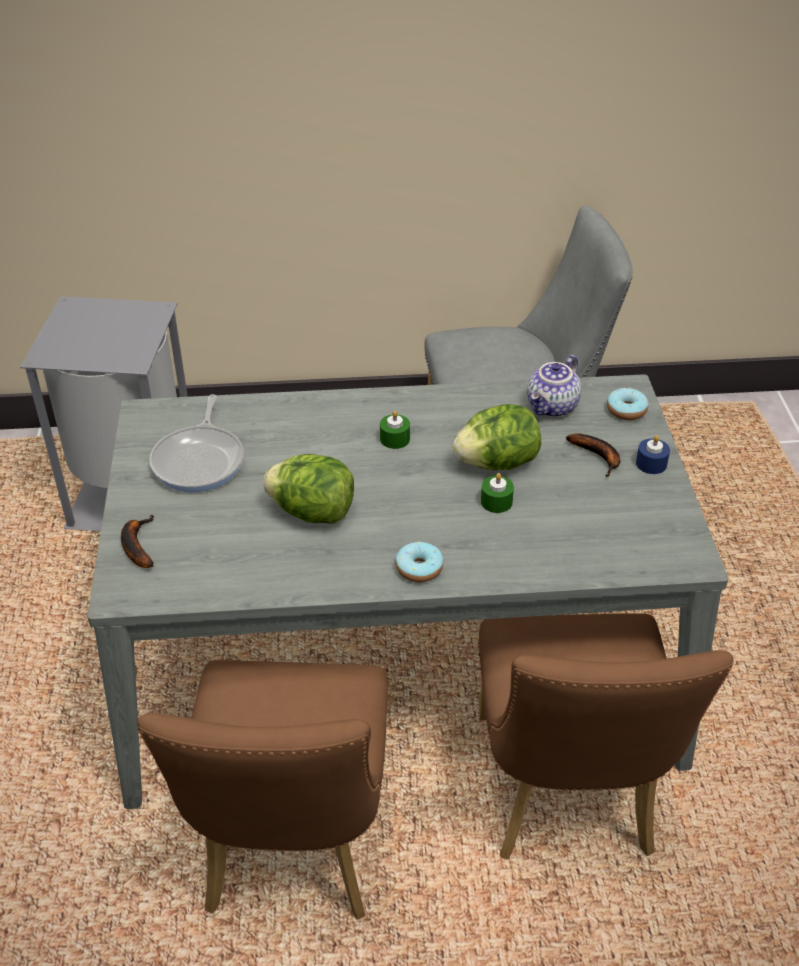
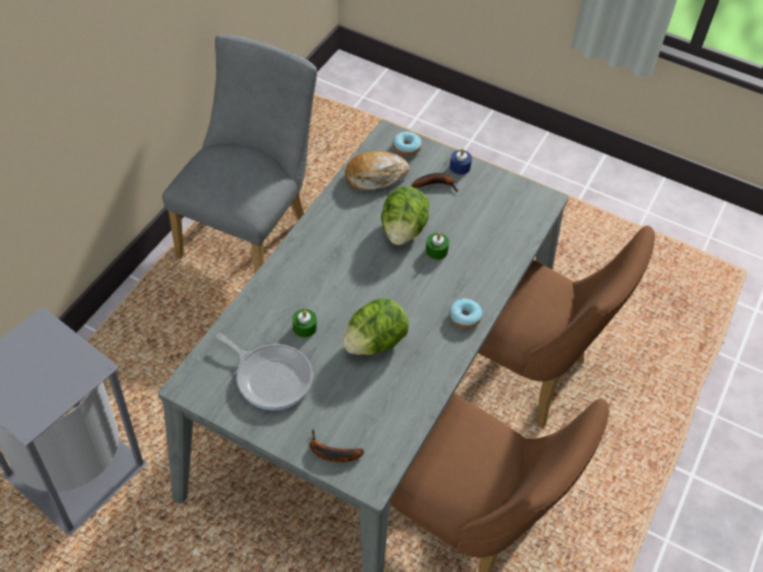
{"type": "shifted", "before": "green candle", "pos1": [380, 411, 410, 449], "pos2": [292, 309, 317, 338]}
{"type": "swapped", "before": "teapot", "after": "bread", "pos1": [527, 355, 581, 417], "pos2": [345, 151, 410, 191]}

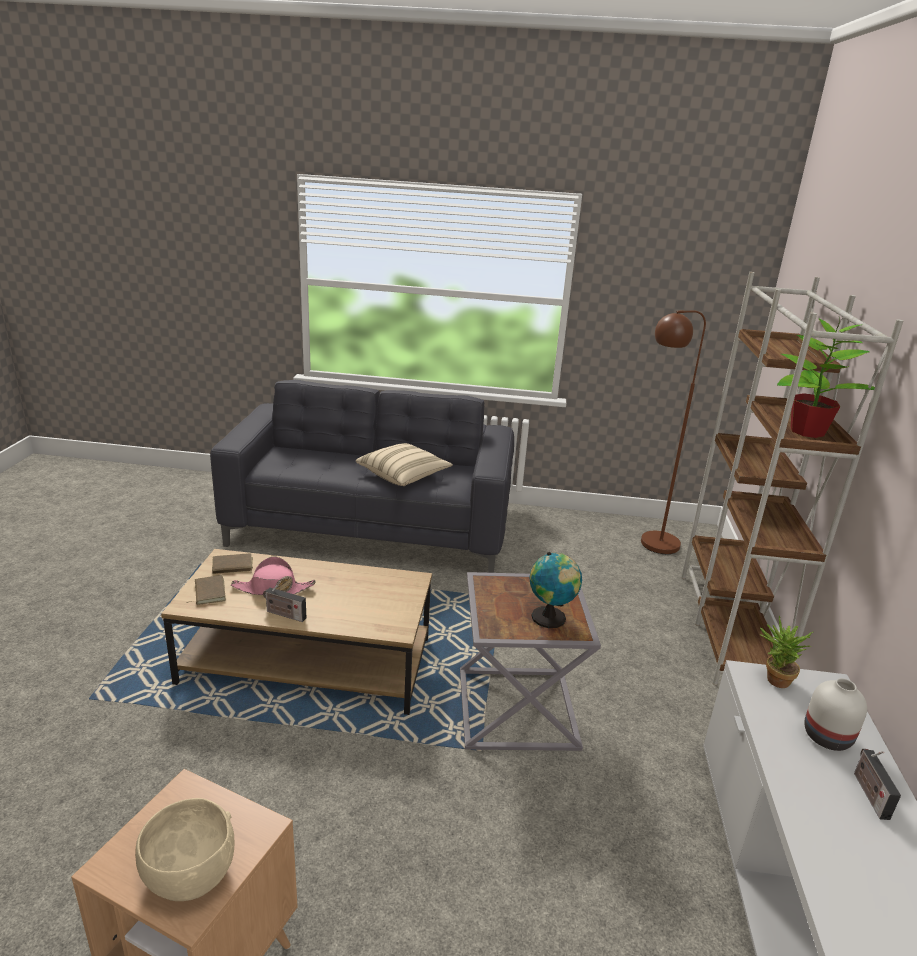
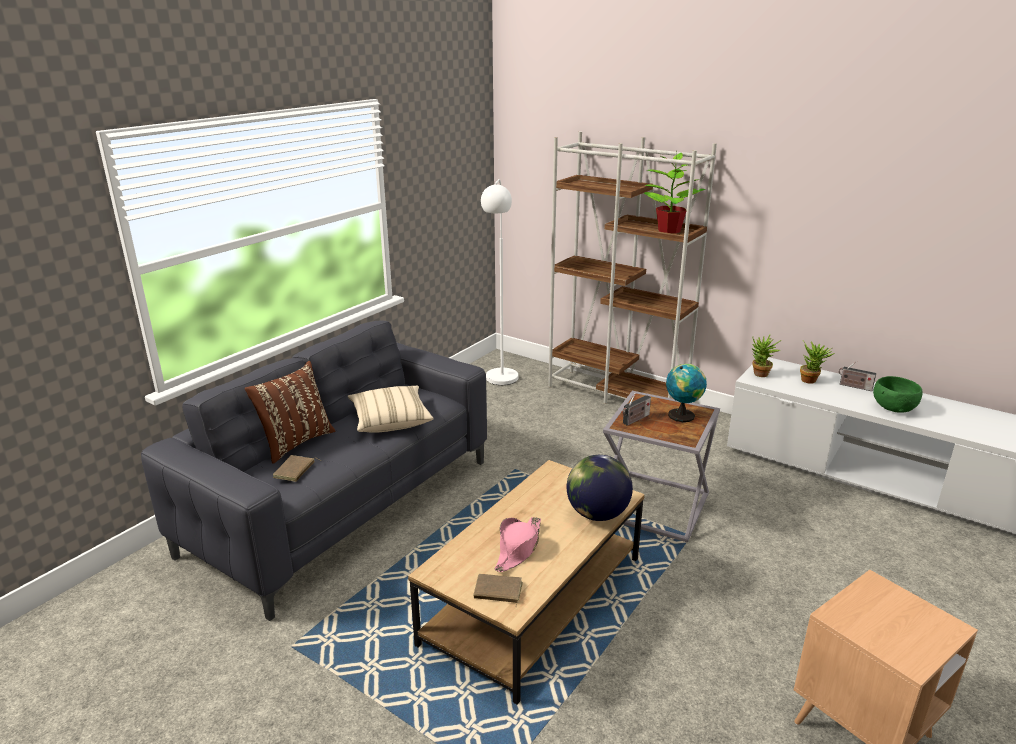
{"type": "gone", "before": "beige bowl", "pos1": [135, 798, 234, 901]}
{"type": "new", "after": "brown pillow", "pos2": [244, 361, 335, 464]}
{"type": "new", "after": "globe", "pos2": [567, 455, 633, 521]}
{"type": "new", "after": "green bowl", "pos2": [873, 376, 922, 413]}
{"type": "shifted", "before": "brown book", "pos1": [212, 553, 253, 574], "pos2": [273, 455, 322, 482]}
{"type": "shifted", "before": "radio", "pos1": [263, 581, 306, 622], "pos2": [623, 393, 651, 426]}
{"type": "swapped", "before": "white vase", "after": "potted plant", "pos1": [804, 678, 867, 751], "pos2": [800, 340, 834, 384]}
{"type": "repainted", "before": "brown floor lamp", "after": "white floor lamp", "pos1": [641, 310, 706, 554], "pos2": [481, 179, 518, 385]}

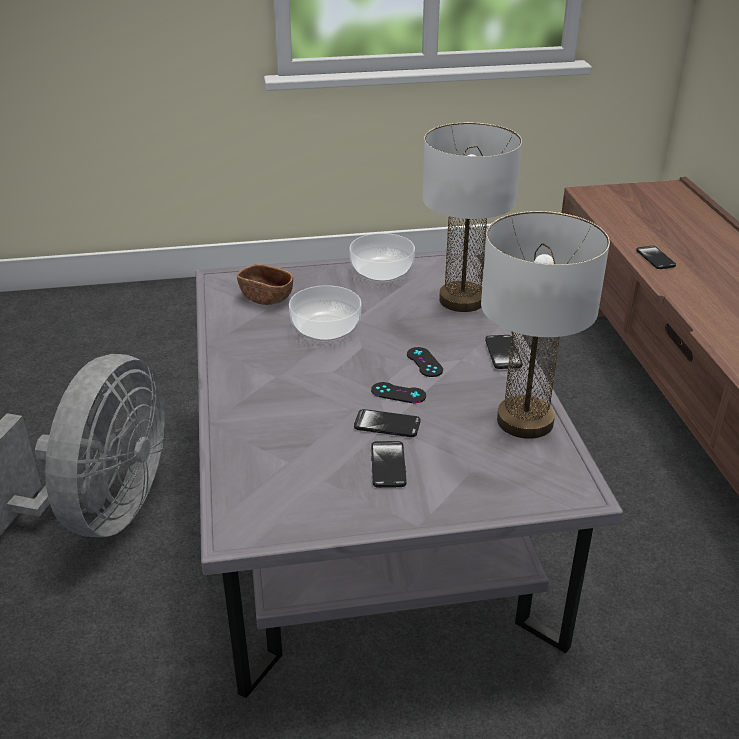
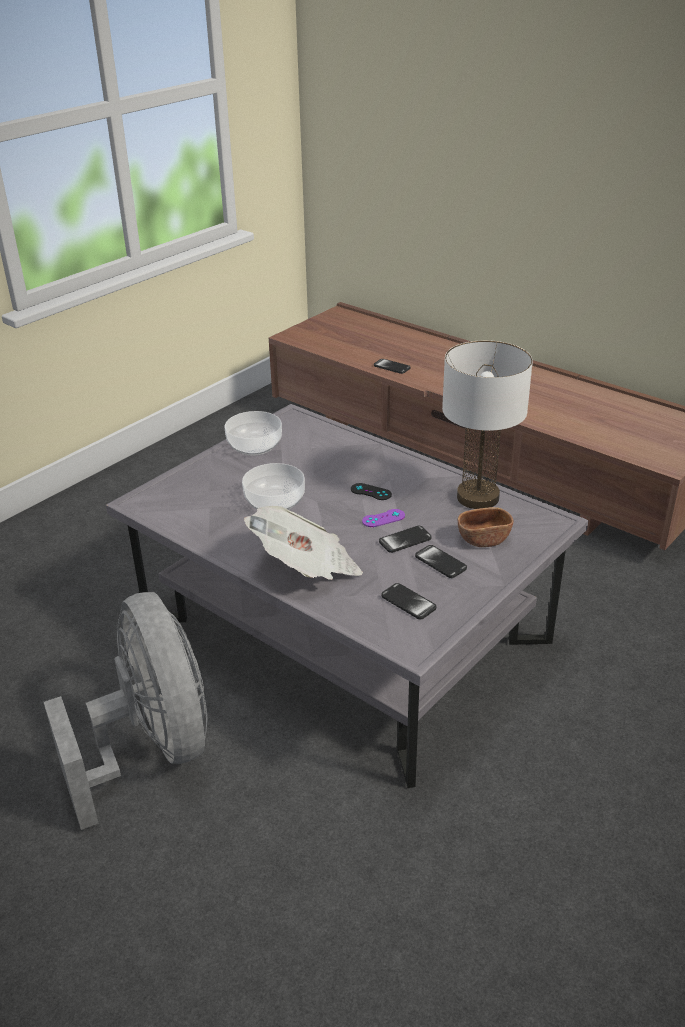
{"type": "gone", "before": "table lamp", "pos1": [422, 122, 522, 312]}
{"type": "new", "after": "newspaper", "pos2": [244, 506, 363, 580]}
{"type": "shifted", "before": "brown bowl", "pos1": [237, 264, 293, 305], "pos2": [458, 507, 514, 547]}
{"type": "shifted", "before": "phone", "pos1": [485, 335, 522, 369], "pos2": [381, 583, 436, 619]}
{"type": "repainted", "before": "black game controller", "after": "purple game controller", "pos1": [371, 382, 426, 404], "pos2": [362, 509, 405, 527]}

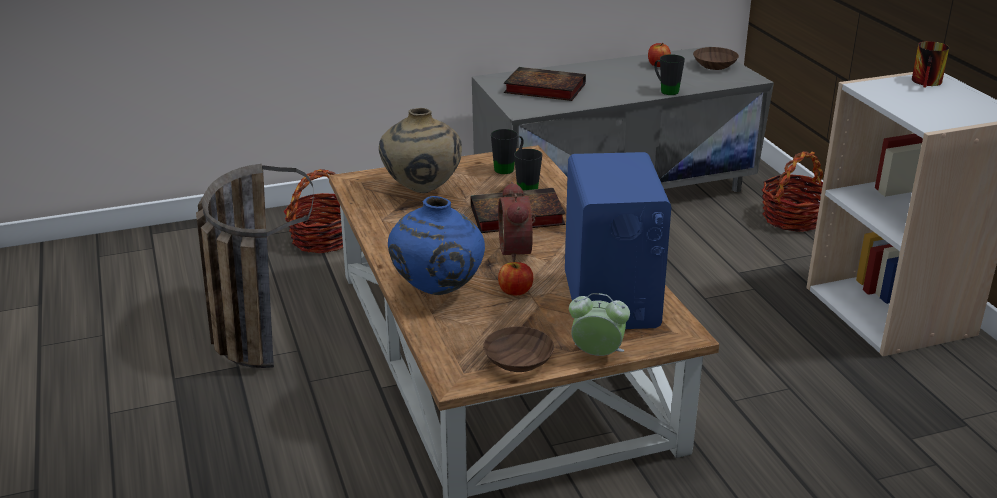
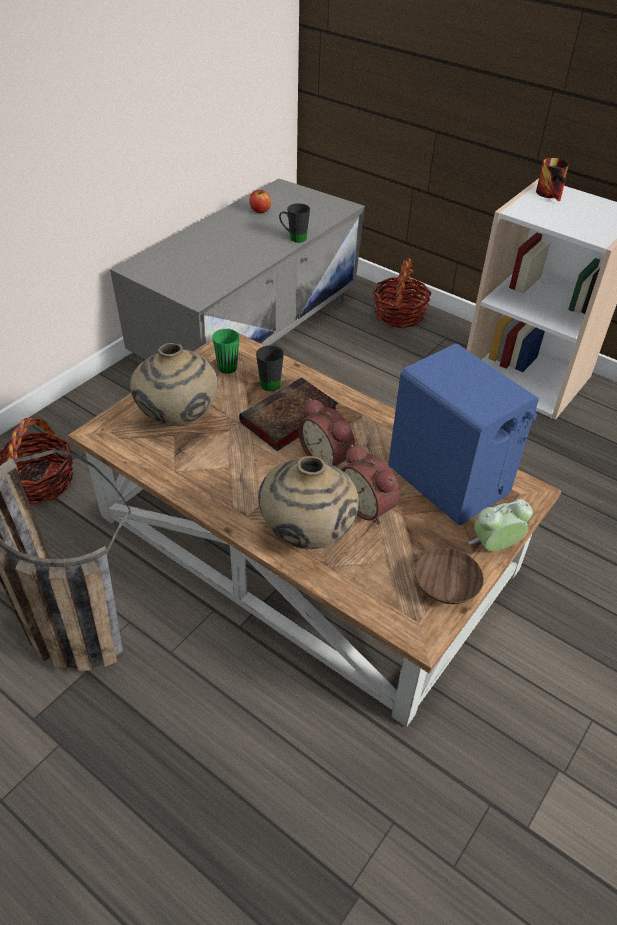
{"type": "gone", "before": "book", "pos1": [504, 67, 586, 101]}
{"type": "gone", "before": "brown bowl", "pos1": [693, 47, 739, 70]}
{"type": "swapped", "before": "apple", "after": "alarm clock", "pos1": [498, 262, 533, 296], "pos2": [341, 445, 400, 524]}
{"type": "repainted", "before": "blue vase", "after": "beige vase", "pos1": [388, 196, 485, 295], "pos2": [258, 456, 359, 549]}
{"type": "repainted", "before": "black mug", "after": "green mug", "pos1": [491, 129, 524, 174], "pos2": [212, 329, 239, 374]}

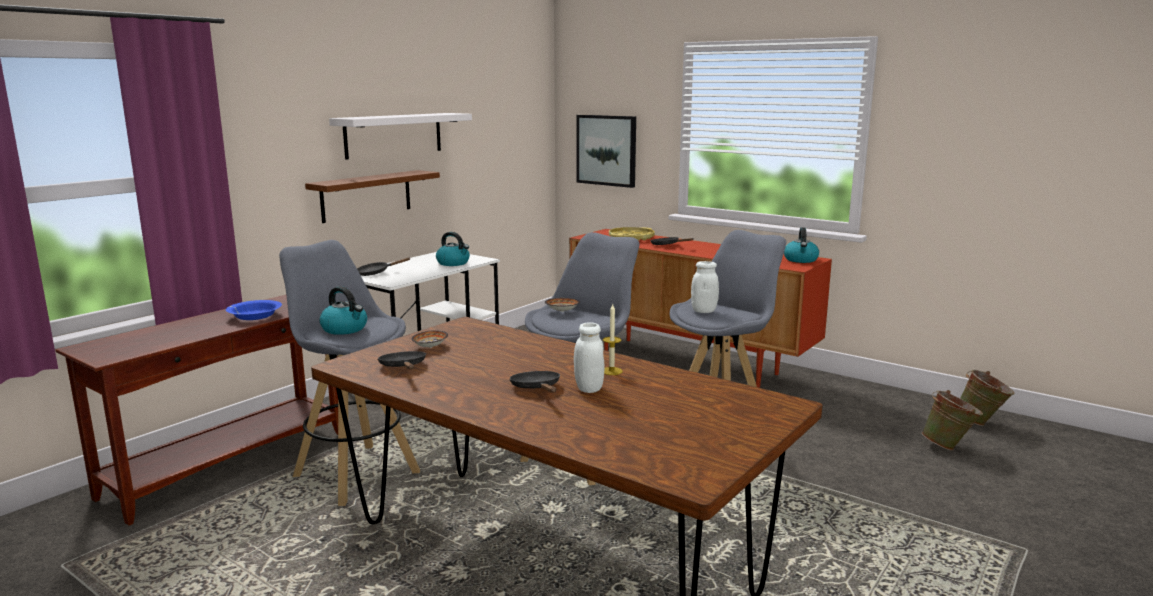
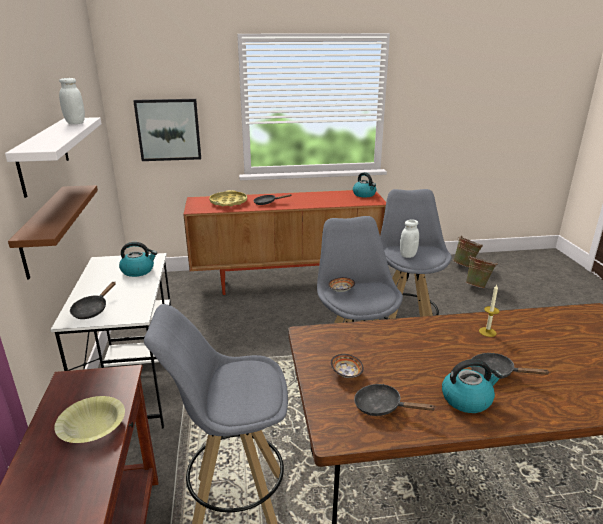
{"type": "shifted", "before": "kettle", "pos1": [320, 286, 367, 335], "pos2": [442, 359, 502, 413]}
{"type": "shifted", "before": "white jar", "pos1": [574, 322, 604, 393], "pos2": [59, 78, 85, 124]}
{"type": "repainted", "before": "blue bowl", "after": "yellow bowl", "pos1": [226, 300, 282, 320], "pos2": [54, 396, 125, 443]}

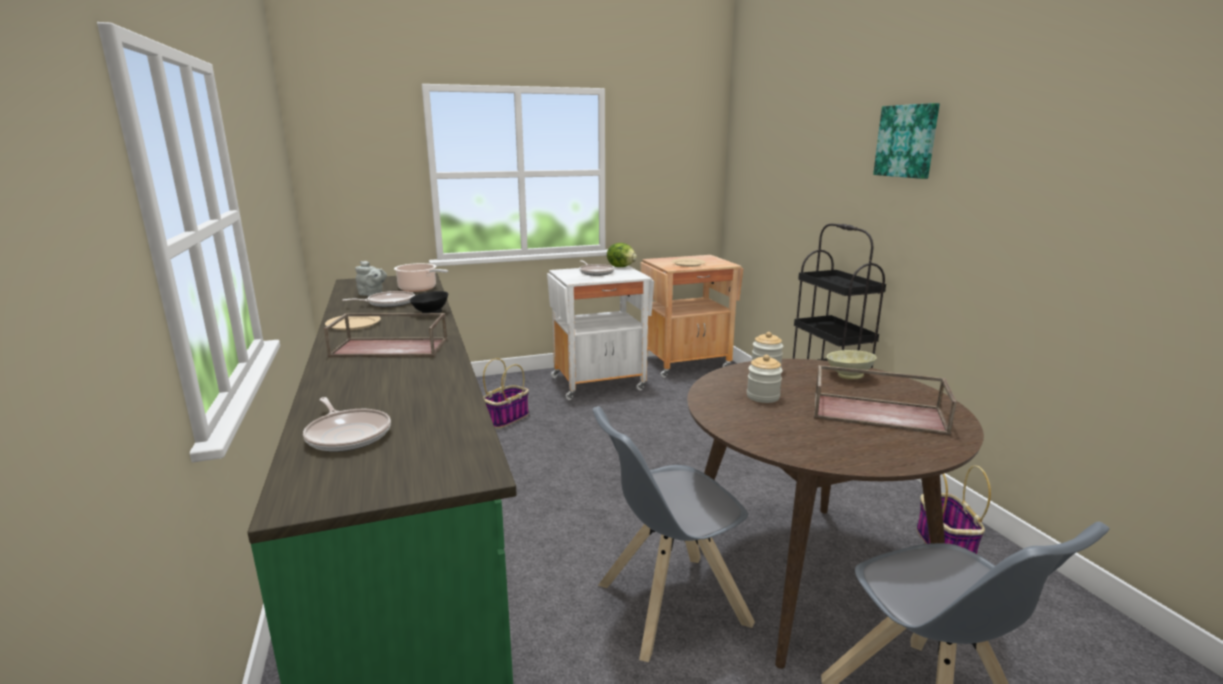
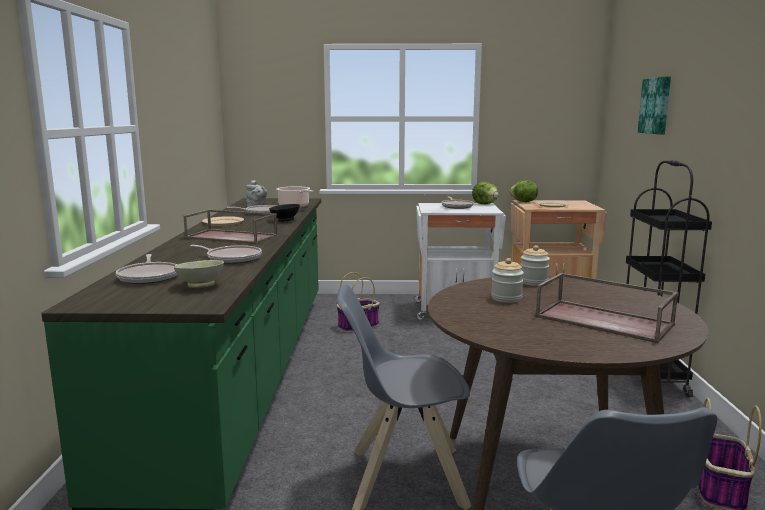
{"type": "new", "after": "frying pan", "pos2": [190, 245, 262, 264]}
{"type": "new", "after": "lettuce", "pos2": [509, 180, 538, 202]}
{"type": "shifted", "before": "beige bowl", "pos1": [827, 350, 877, 380], "pos2": [174, 260, 224, 288]}
{"type": "shifted", "before": "picture", "pos1": [873, 103, 940, 179], "pos2": [638, 76, 671, 134]}

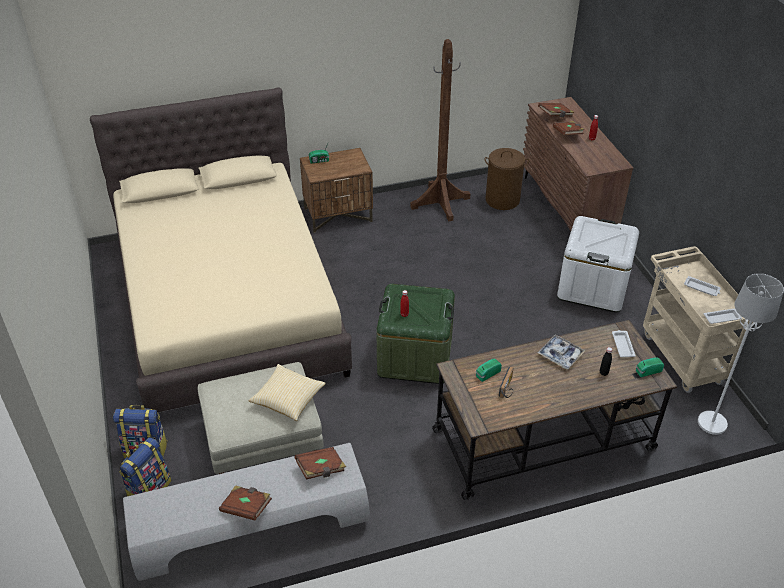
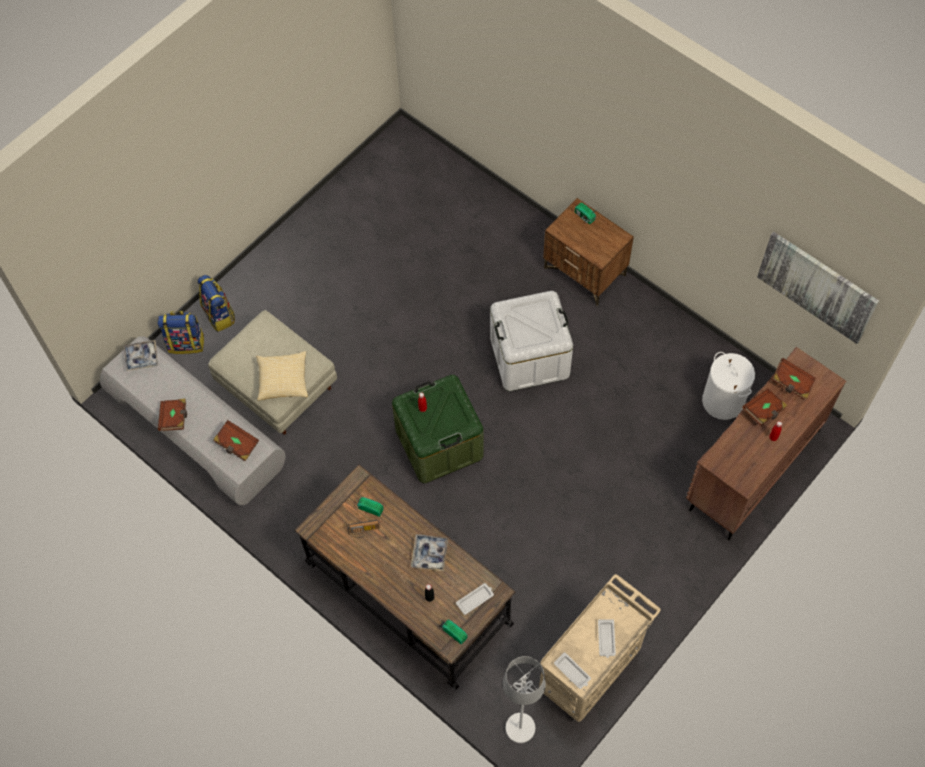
{"type": "gone", "before": "beige bed", "pos1": [90, 87, 352, 413]}
{"type": "gone", "before": "brown clothes rack", "pos1": [410, 39, 470, 221]}
{"type": "new", "after": "tray", "pos2": [124, 340, 158, 371]}
{"type": "new", "after": "picture", "pos2": [757, 232, 879, 344]}
{"type": "shifted", "before": "white storage box", "pos1": [557, 216, 639, 312], "pos2": [490, 291, 573, 391]}
{"type": "repainted", "before": "brown laundry basket", "after": "white laundry basket", "pos1": [485, 148, 529, 210], "pos2": [702, 352, 755, 420]}

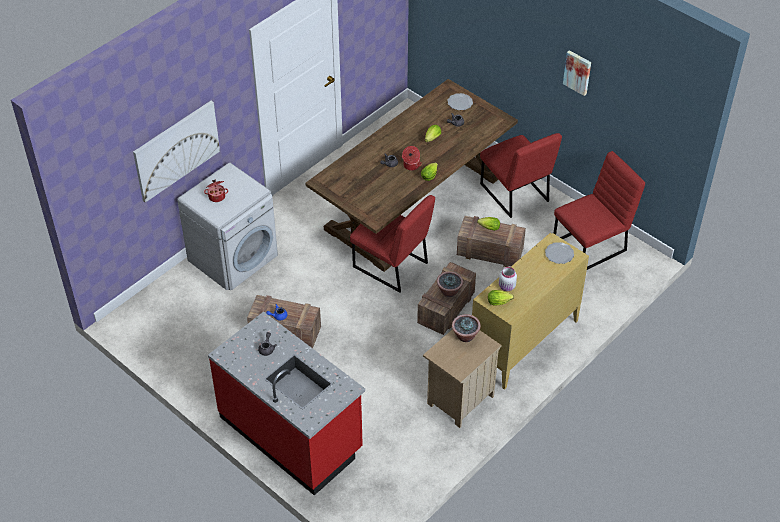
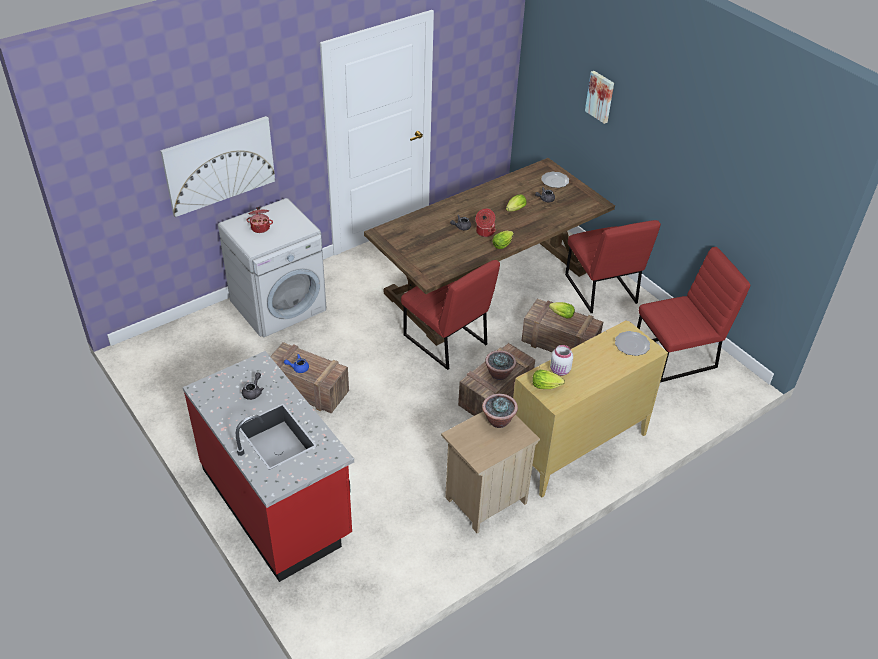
{"type": "shifted", "before": "picture", "pos1": [563, 50, 591, 96], "pos2": [585, 71, 614, 124]}

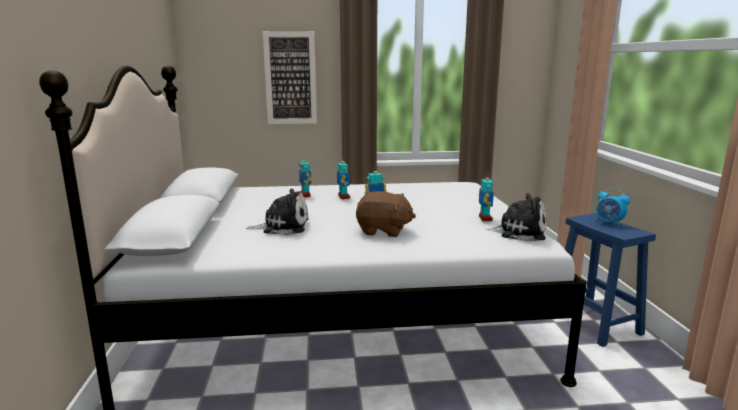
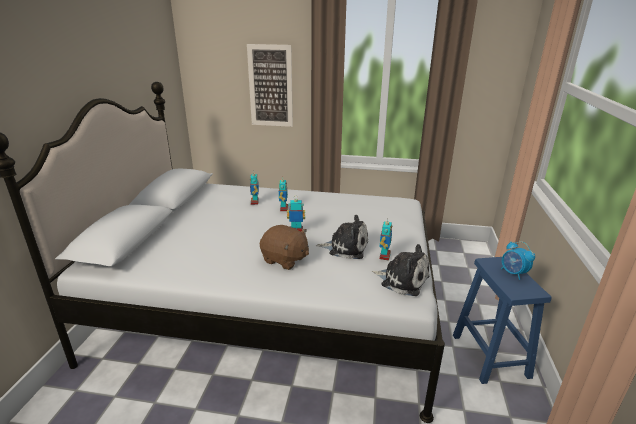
{"type": "shifted", "before": "plush toy", "pos1": [246, 189, 309, 235], "pos2": [317, 215, 368, 259]}

